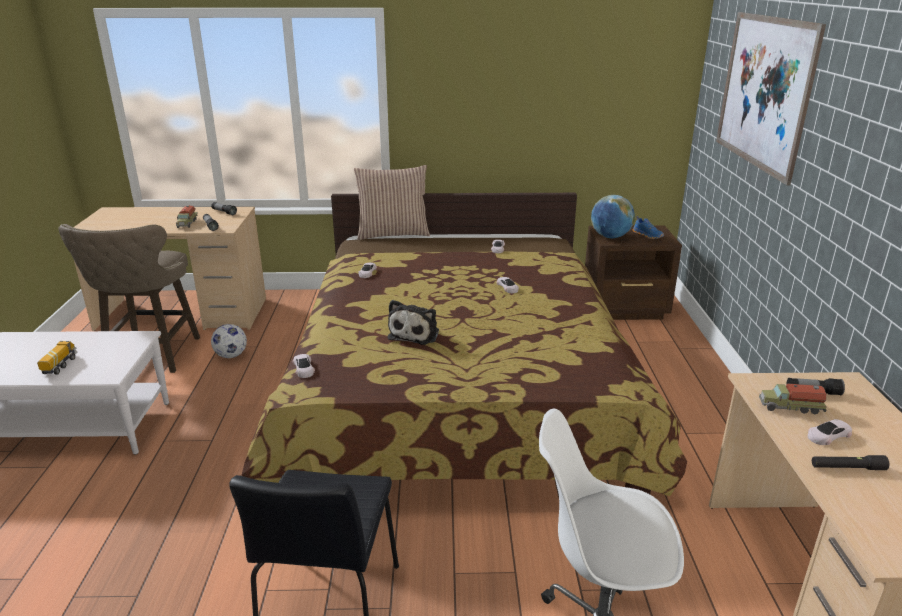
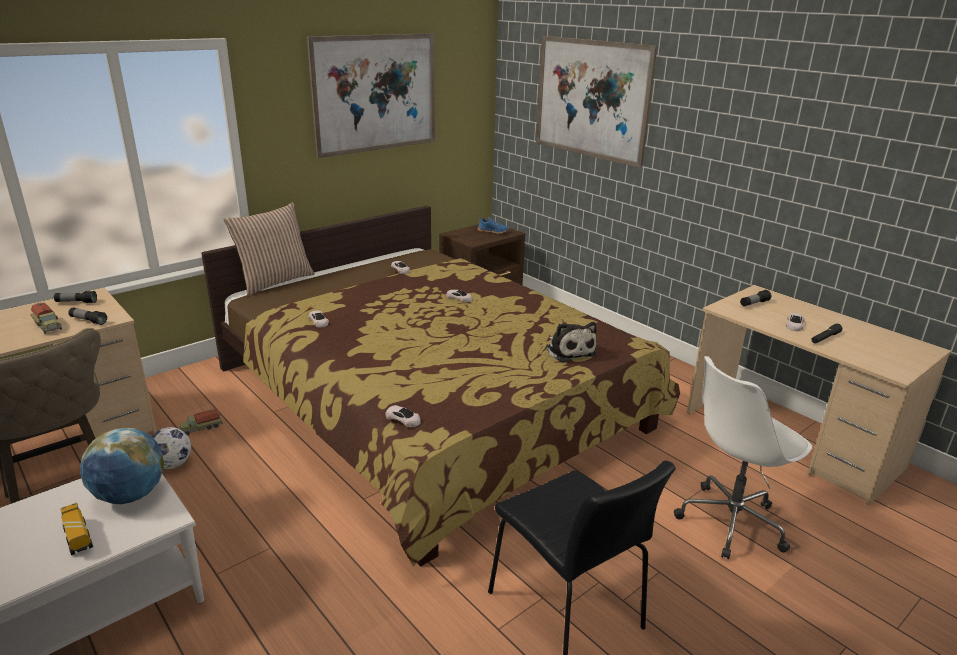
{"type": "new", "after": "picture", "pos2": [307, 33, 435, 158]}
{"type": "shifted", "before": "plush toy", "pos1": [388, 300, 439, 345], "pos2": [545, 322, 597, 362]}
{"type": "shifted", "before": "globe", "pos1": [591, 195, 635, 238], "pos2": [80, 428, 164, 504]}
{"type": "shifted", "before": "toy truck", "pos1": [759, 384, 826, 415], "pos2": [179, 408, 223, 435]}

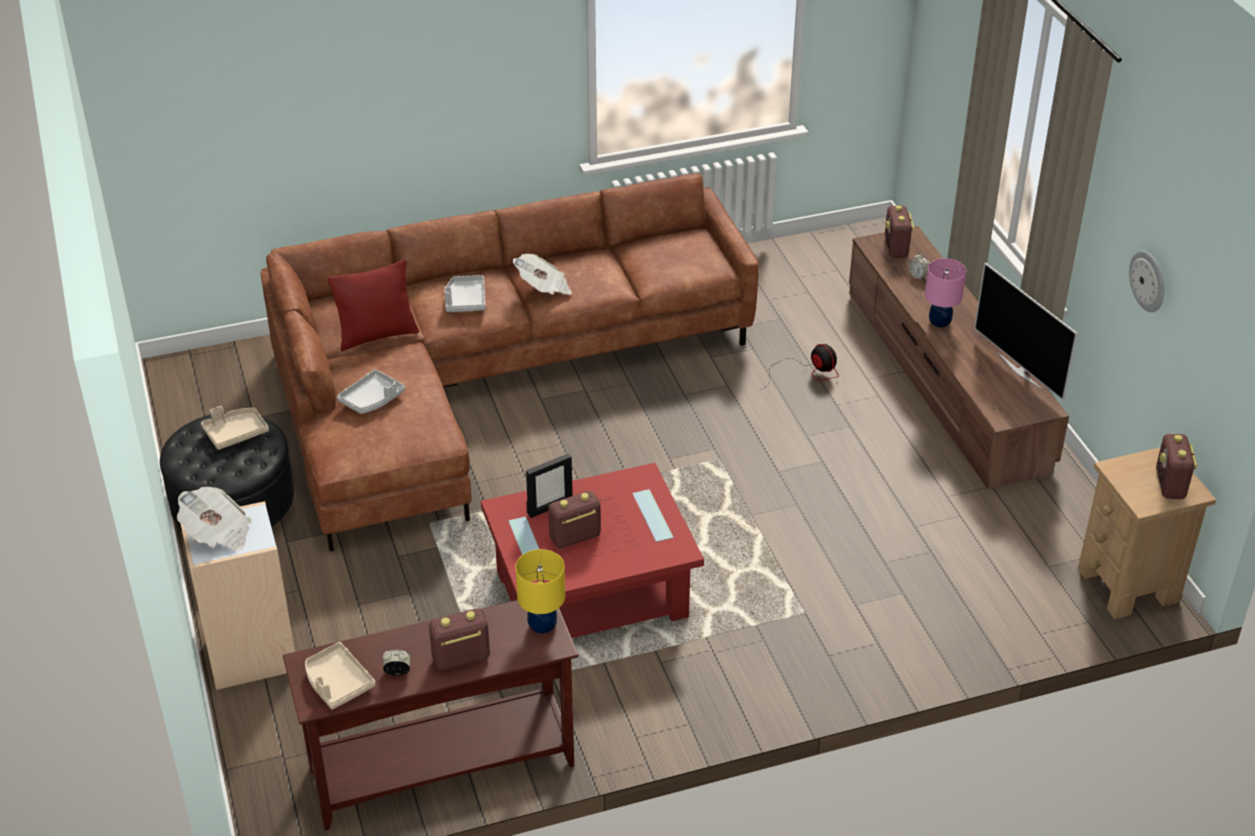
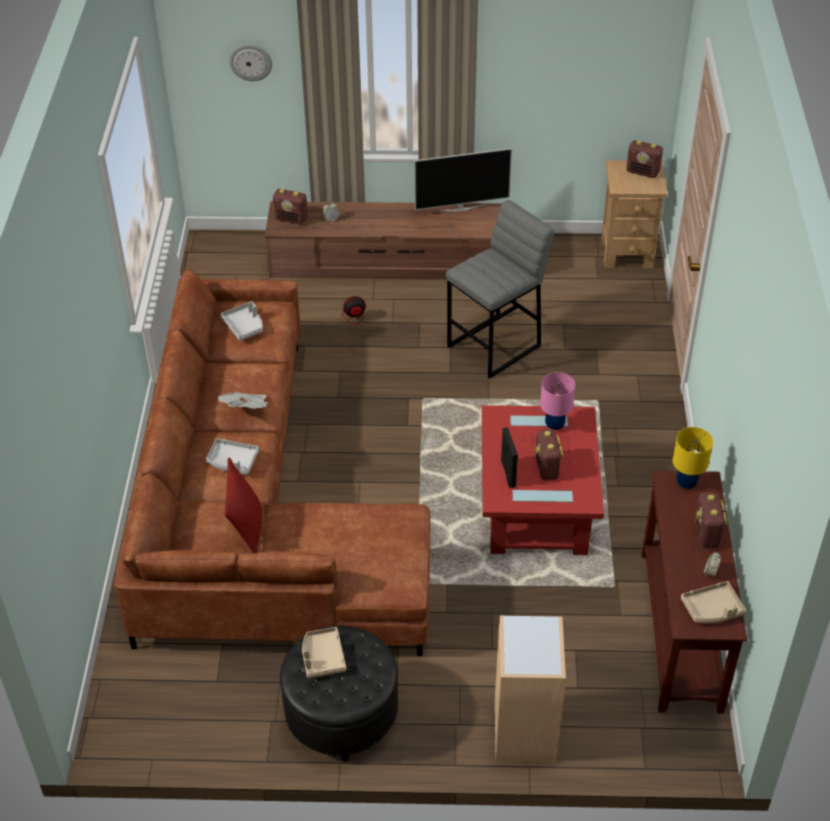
{"type": "gone", "before": "newspaper", "pos1": [177, 487, 251, 551]}
{"type": "new", "after": "grey stool", "pos2": [446, 200, 554, 378]}
{"type": "shifted", "before": "grey tray", "pos1": [337, 369, 405, 414], "pos2": [221, 301, 263, 341]}
{"type": "shifted", "before": "pink table lamp", "pos1": [925, 258, 966, 327], "pos2": [540, 372, 575, 430]}
{"type": "shifted", "before": "wall clock", "pos1": [1129, 251, 1164, 312], "pos2": [229, 44, 272, 81]}

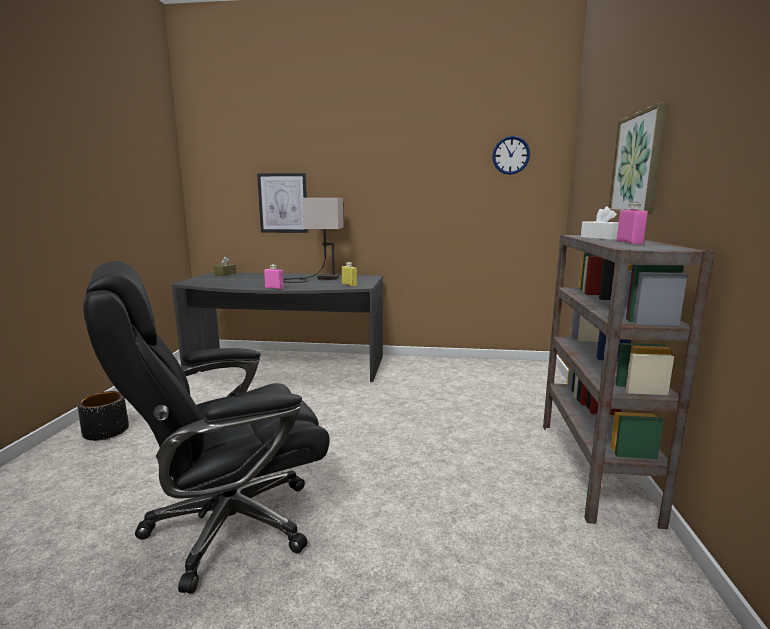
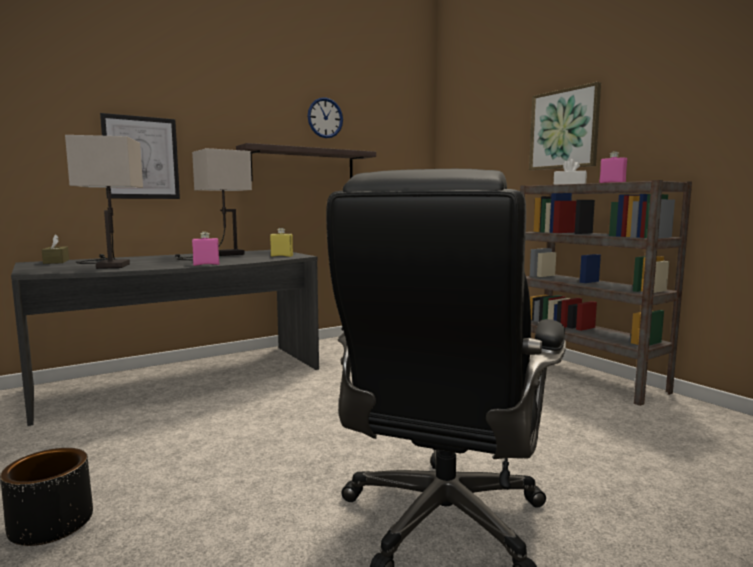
{"type": "new", "after": "table lamp", "pos2": [65, 135, 143, 269]}
{"type": "new", "after": "shelf", "pos2": [236, 143, 376, 181]}
{"type": "shifted", "before": "wall clock", "pos1": [492, 136, 530, 175], "pos2": [308, 97, 343, 138]}

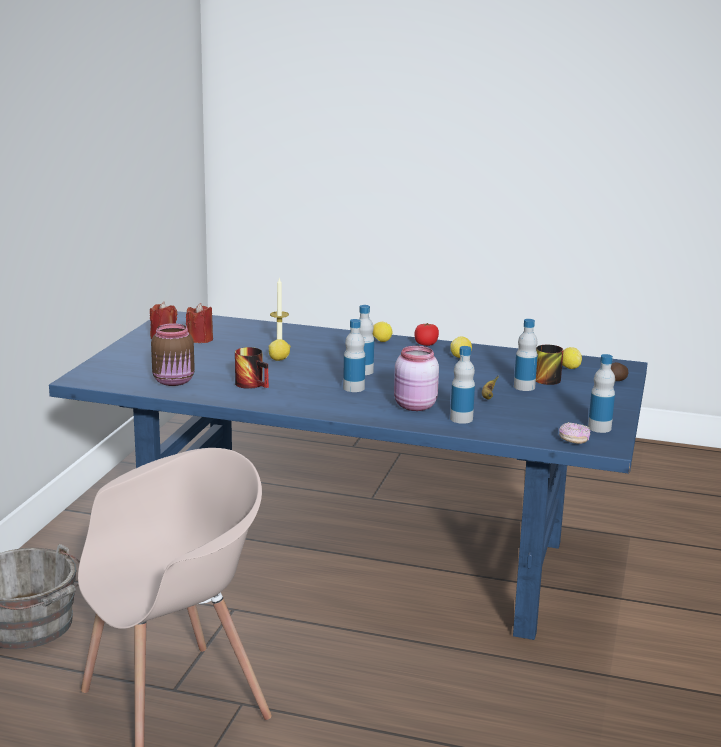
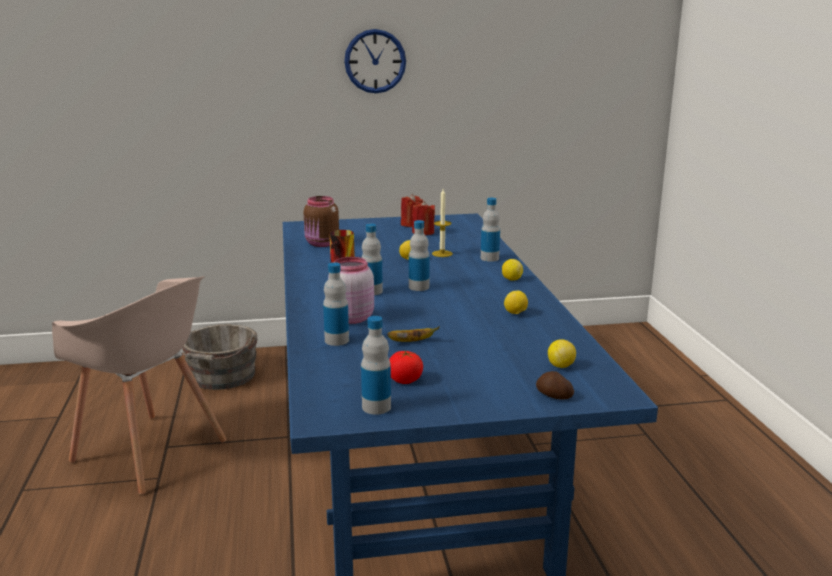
{"type": "gone", "before": "mug", "pos1": [536, 345, 563, 385]}
{"type": "gone", "before": "donut", "pos1": [559, 422, 590, 444]}
{"type": "new", "after": "wall clock", "pos2": [344, 29, 406, 93]}
{"type": "shifted", "before": "tomato", "pos1": [414, 323, 439, 346], "pos2": [389, 351, 423, 384]}
{"type": "shifted", "before": "bottle", "pos1": [514, 319, 538, 391], "pos2": [481, 198, 500, 262]}

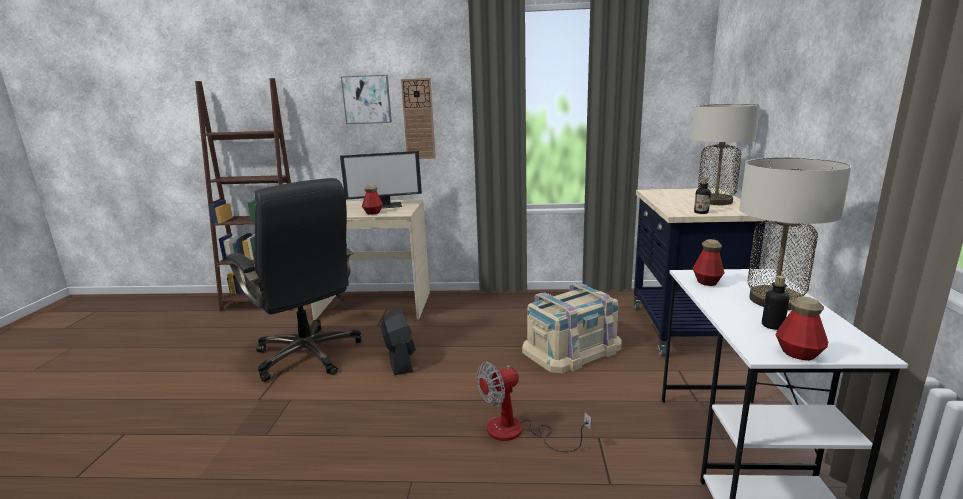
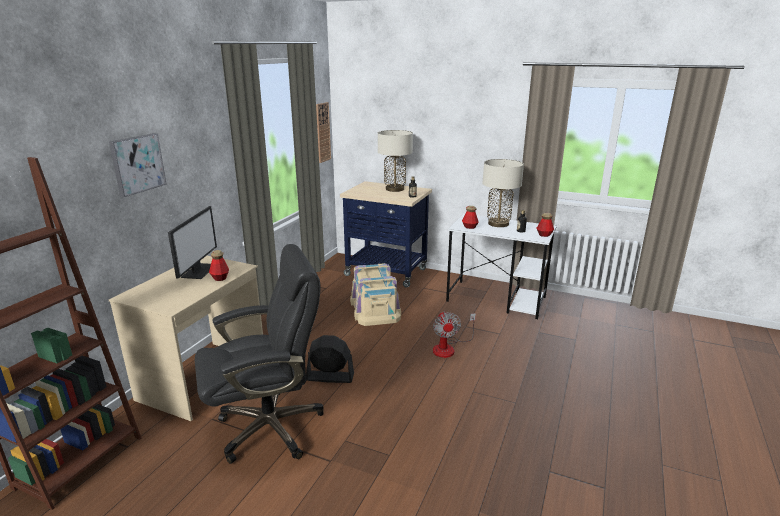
{"type": "shifted", "before": "wall clock", "pos1": [401, 78, 436, 159], "pos2": [316, 102, 331, 163]}

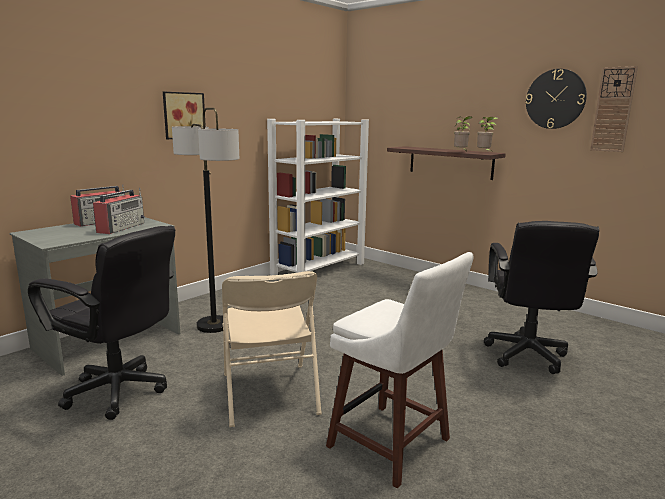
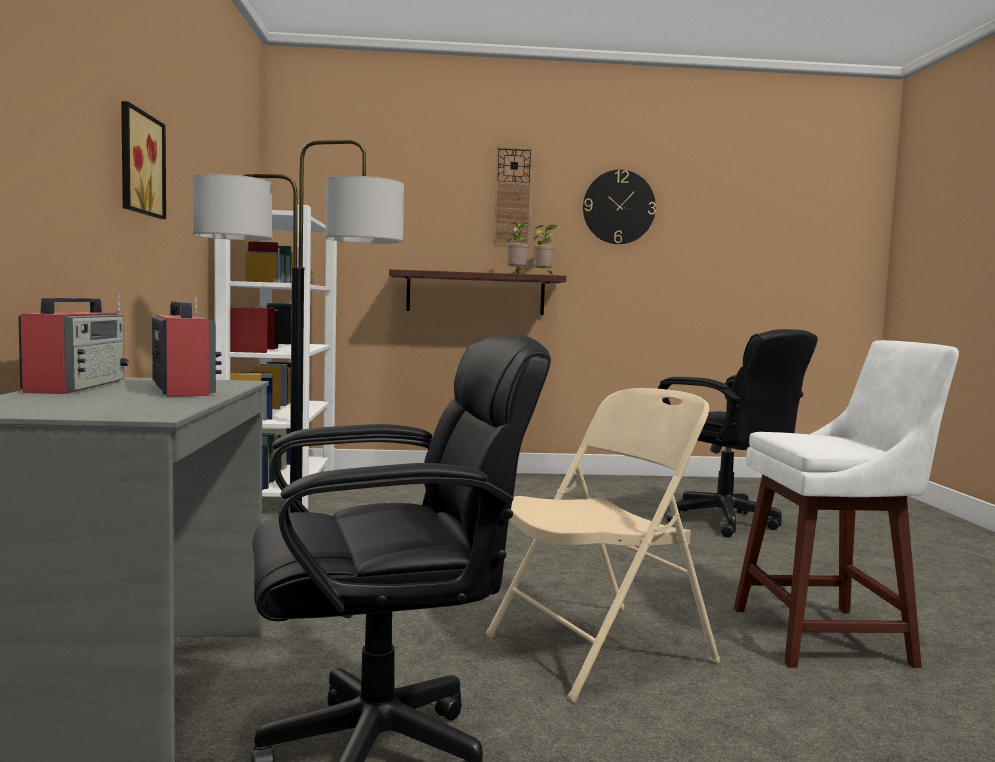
{"type": "shifted", "before": "wall clock", "pos1": [590, 66, 638, 152], "pos2": [493, 146, 533, 247]}
{"type": "rotated", "before": "beige chair", "pos1": [222, 271, 322, 427], "pos2": [486, 388, 720, 703], "turn": -60}

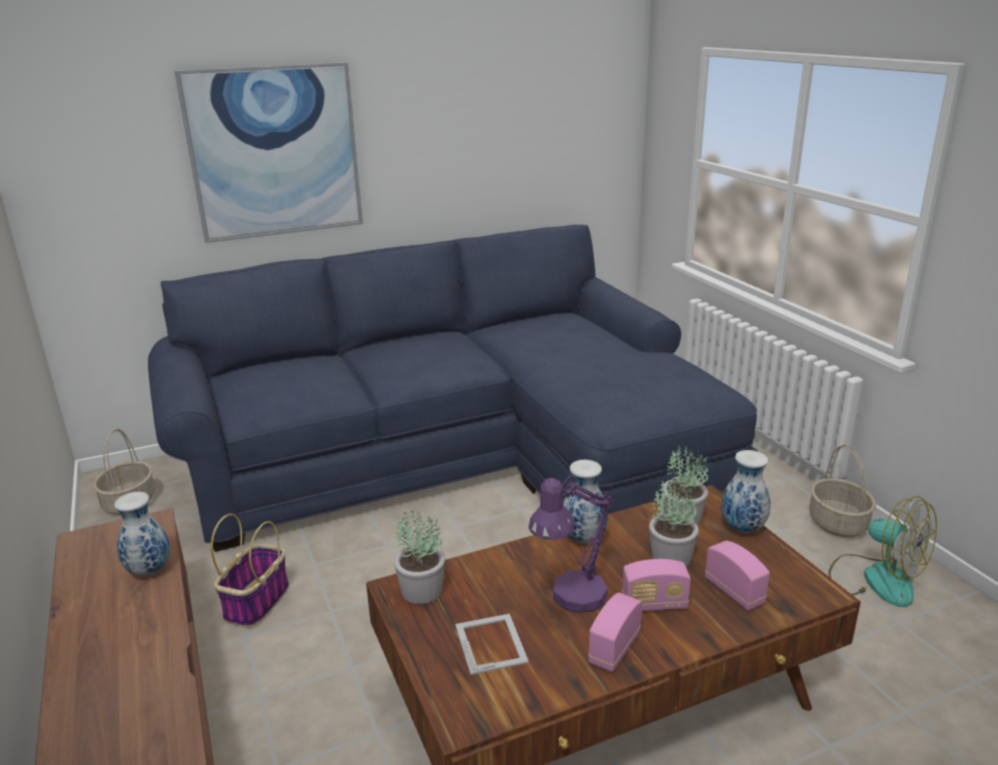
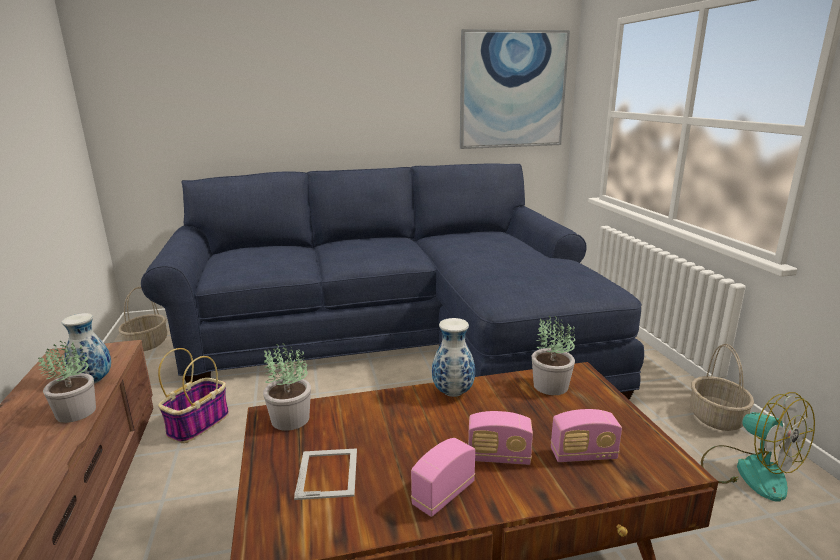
{"type": "gone", "before": "purple table lamp", "pos1": [528, 475, 615, 613]}
{"type": "gone", "before": "vase", "pos1": [721, 450, 770, 533]}
{"type": "shifted", "before": "picture", "pos1": [175, 62, 363, 243], "pos2": [460, 29, 570, 149]}
{"type": "shifted", "before": "potted plant", "pos1": [649, 479, 699, 567], "pos2": [38, 340, 96, 423]}
{"type": "rotated", "before": "radio", "pos1": [705, 541, 770, 610], "pos2": [551, 409, 622, 462], "turn": 105}

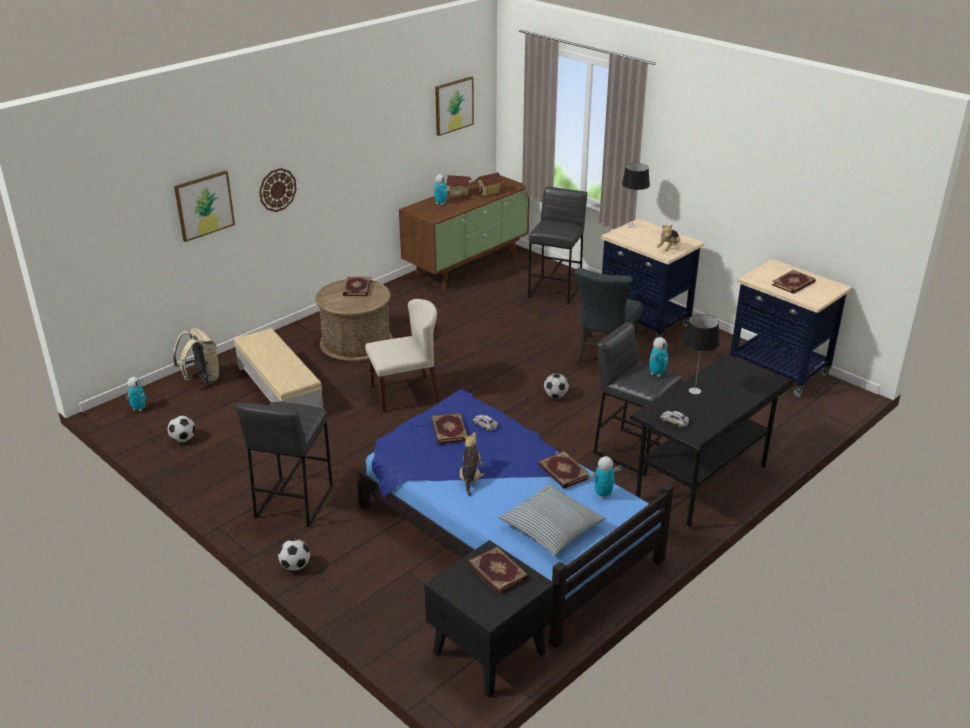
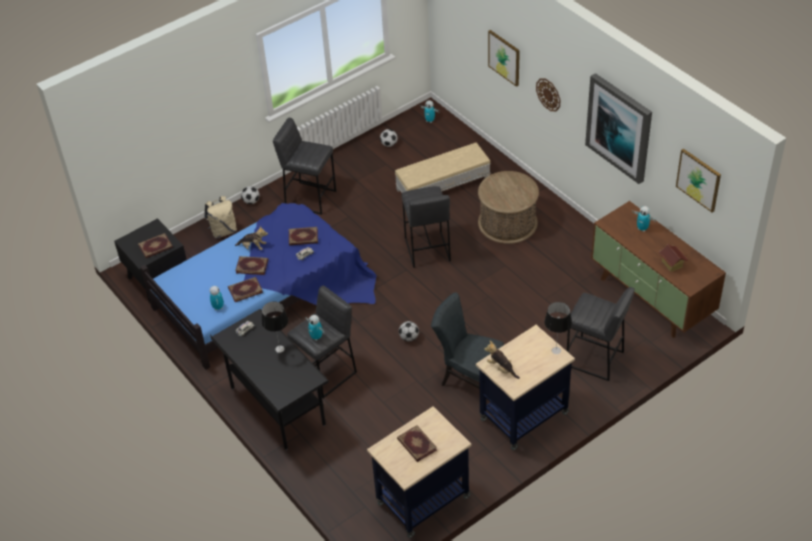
{"type": "gone", "before": "toy house", "pos1": [446, 175, 472, 197]}
{"type": "gone", "before": "pillow", "pos1": [498, 483, 606, 556]}
{"type": "new", "after": "picture", "pos2": [585, 73, 652, 184]}
{"type": "shifted", "before": "beige backpack", "pos1": [173, 328, 219, 384], "pos2": [204, 196, 237, 238]}
{"type": "shifted", "before": "book", "pos1": [343, 277, 371, 296], "pos2": [235, 256, 268, 275]}
{"type": "swapped", "before": "beige chair", "after": "grey stool", "pos1": [365, 299, 440, 412], "pos2": [401, 186, 451, 268]}

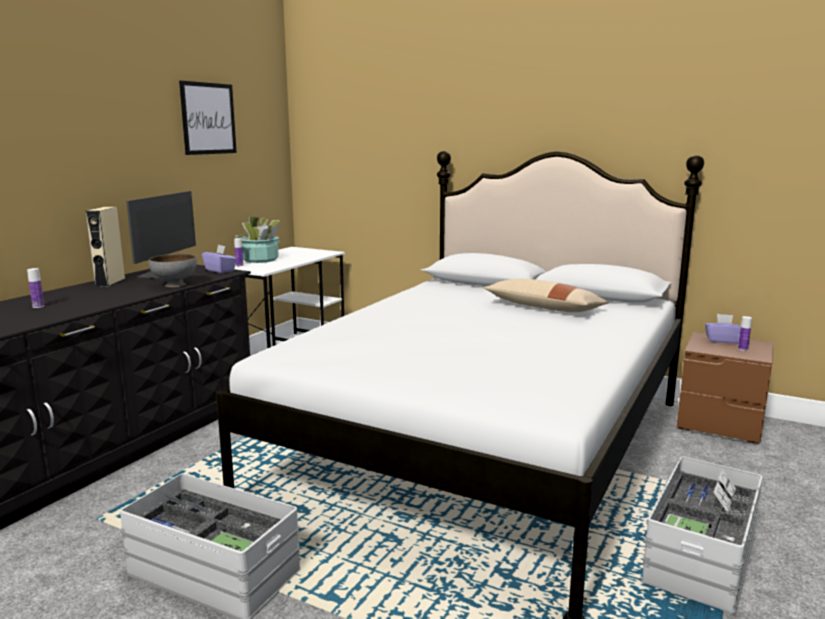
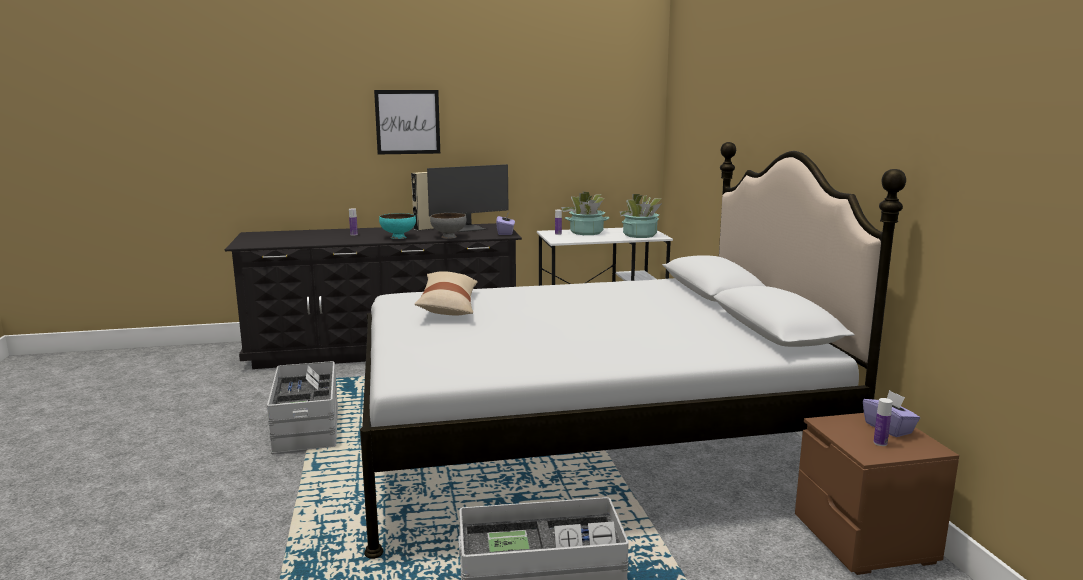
{"type": "new", "after": "turquoise bowl", "pos2": [379, 213, 416, 239]}
{"type": "new", "after": "potted plant", "pos2": [620, 194, 662, 238]}
{"type": "shifted", "before": "picture", "pos1": [179, 81, 237, 155], "pos2": [374, 90, 440, 154]}
{"type": "shifted", "before": "beige pillow", "pos1": [484, 279, 609, 312], "pos2": [415, 271, 478, 315]}

